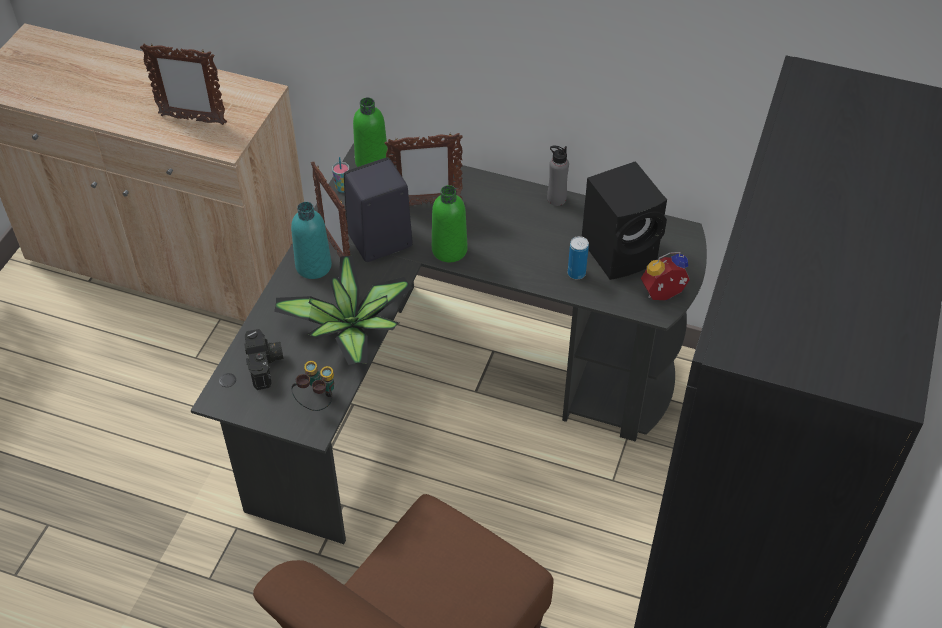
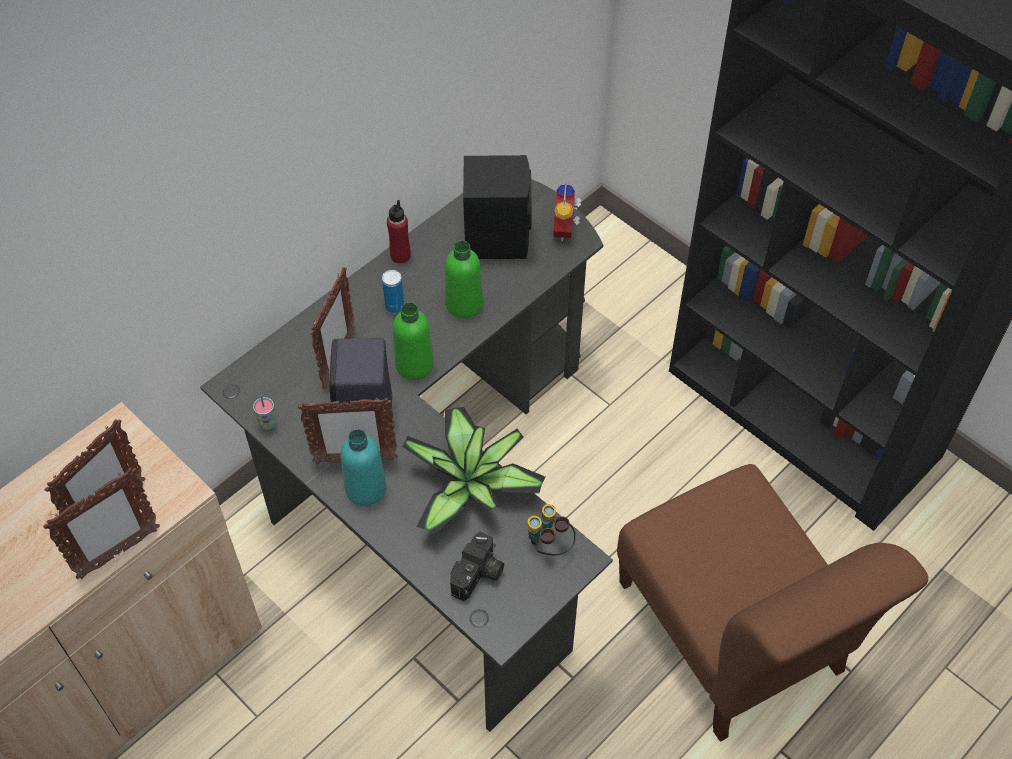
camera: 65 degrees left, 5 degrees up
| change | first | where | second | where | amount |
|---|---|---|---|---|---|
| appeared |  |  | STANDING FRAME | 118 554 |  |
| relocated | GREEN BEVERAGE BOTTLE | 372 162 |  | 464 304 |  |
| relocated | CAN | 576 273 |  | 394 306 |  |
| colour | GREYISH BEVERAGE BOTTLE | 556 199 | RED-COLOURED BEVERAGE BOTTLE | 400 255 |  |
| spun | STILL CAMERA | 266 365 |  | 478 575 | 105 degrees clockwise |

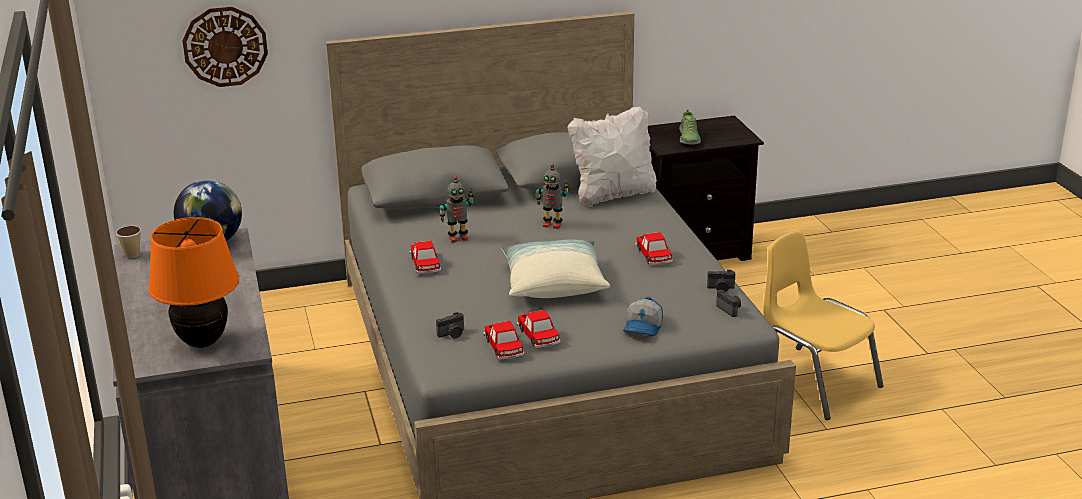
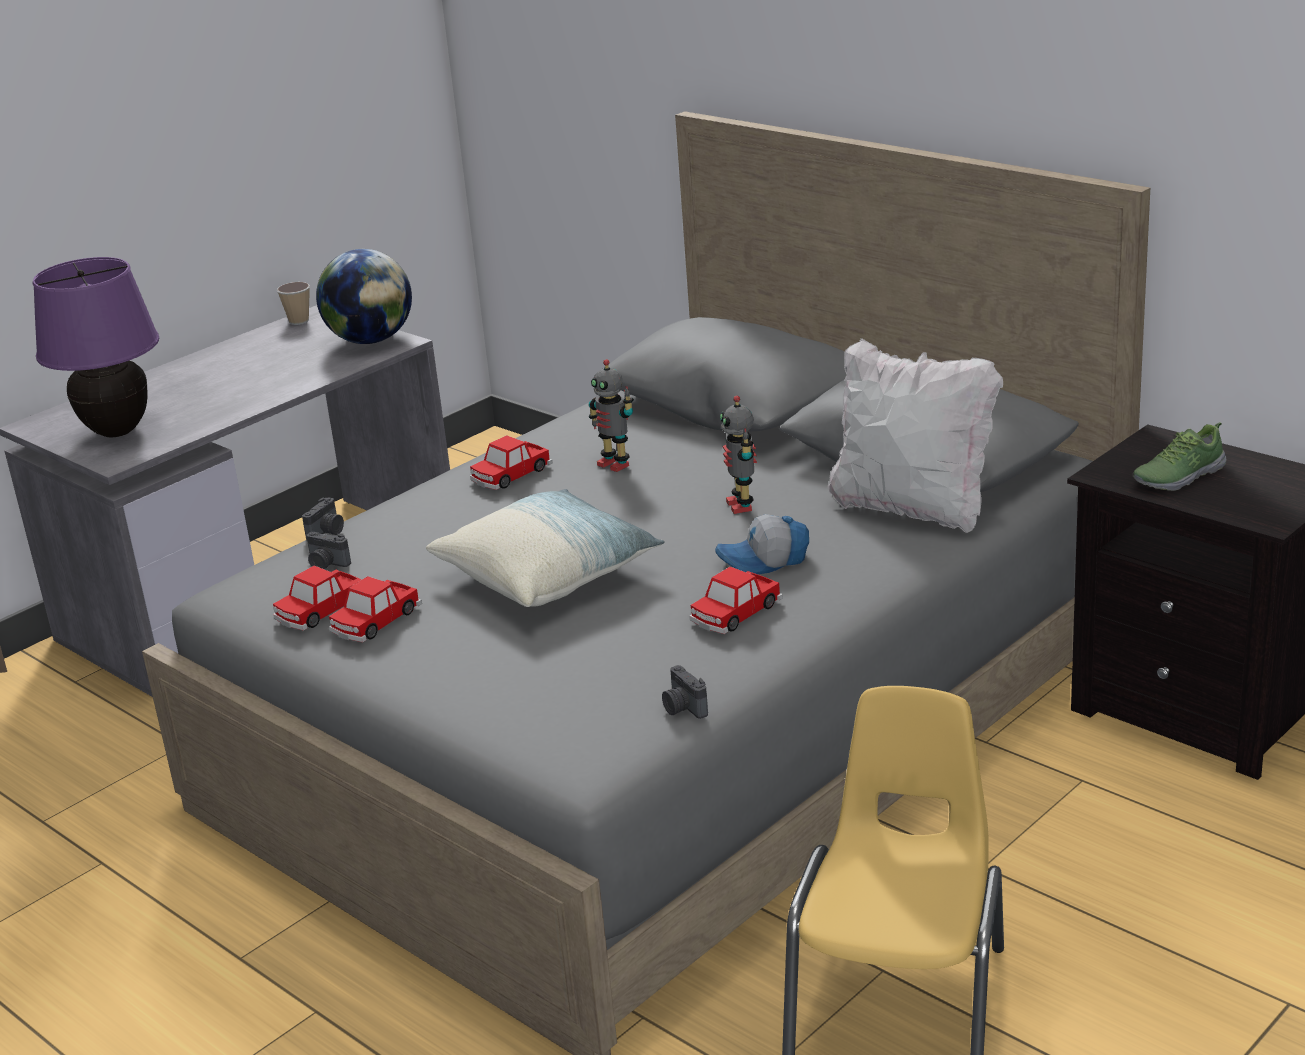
camera: 60 degrees right, 0 degrees up
| change | first | where | second | where | amount |
|---|---|---|---|---|---|
| missing | HANGING CLOCK | 225 46 |  |  |  |
| relocated | PEAKED CAP | 644 327 |  | 764 561 |  |
| relocated | STILL CAMERA | 730 309 |  | 327 532 |  |
| colour | ORANGEY TABLETOP LAMP | 203 342 | PURPLISH TABLETOP LAMP | 117 431 |  |

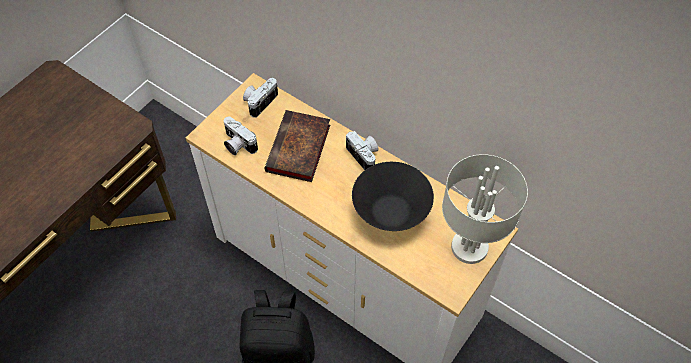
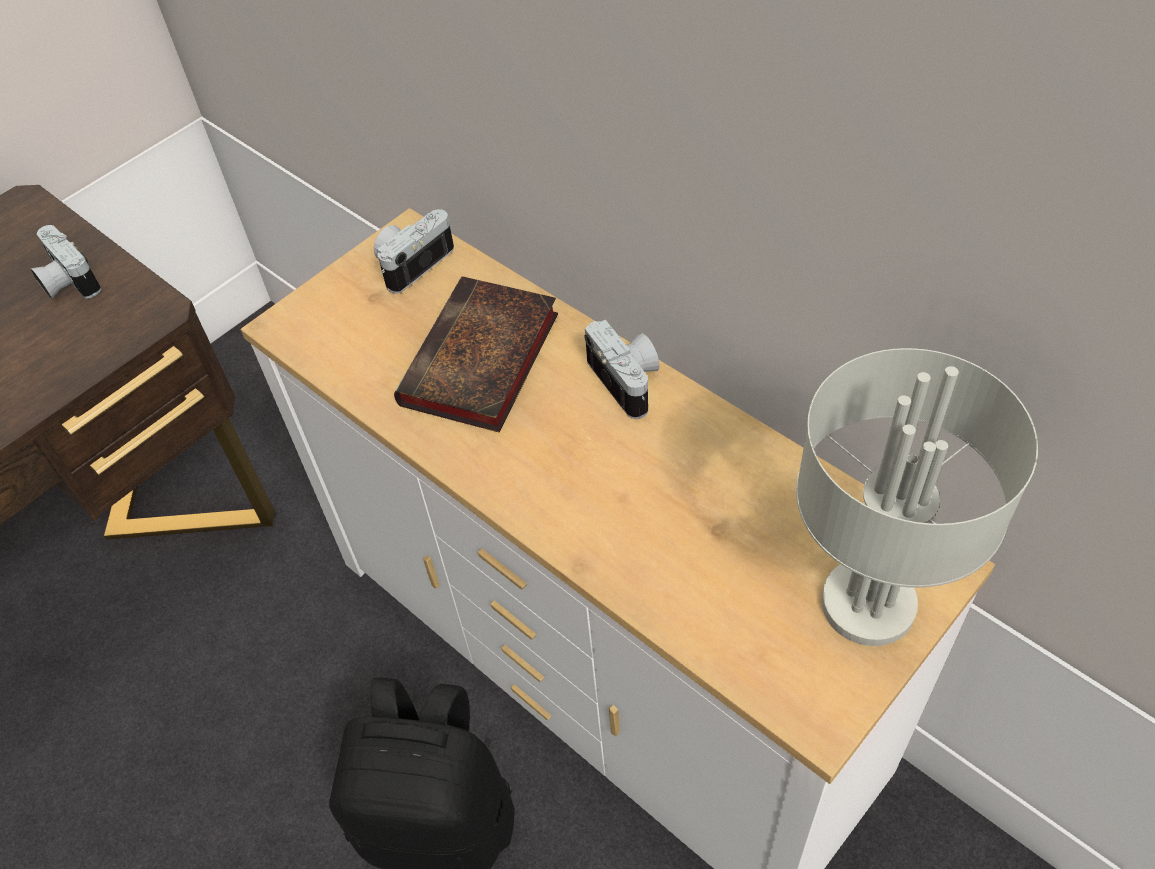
camera: 10 degrees right, 5 degrees down
| change | first | where | second | where | amount |
|---|---|---|---|---|---|
| missing | BLACK-COLOURED DEEP DISH | 390 212 |  |  |  |
| relocated | STILL CAMERA | 237 144 |  | 67 282 |  |

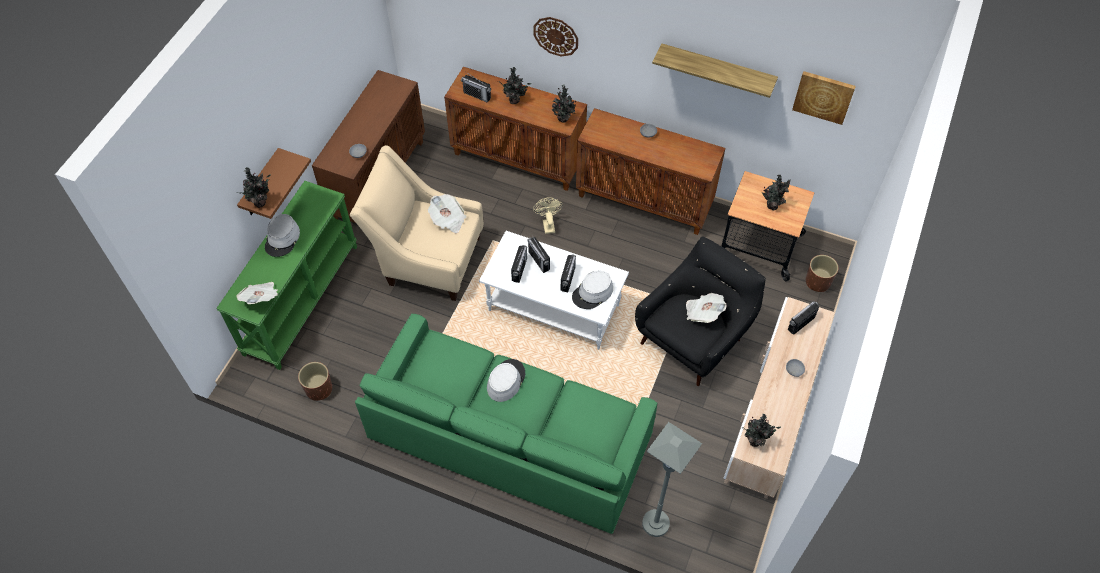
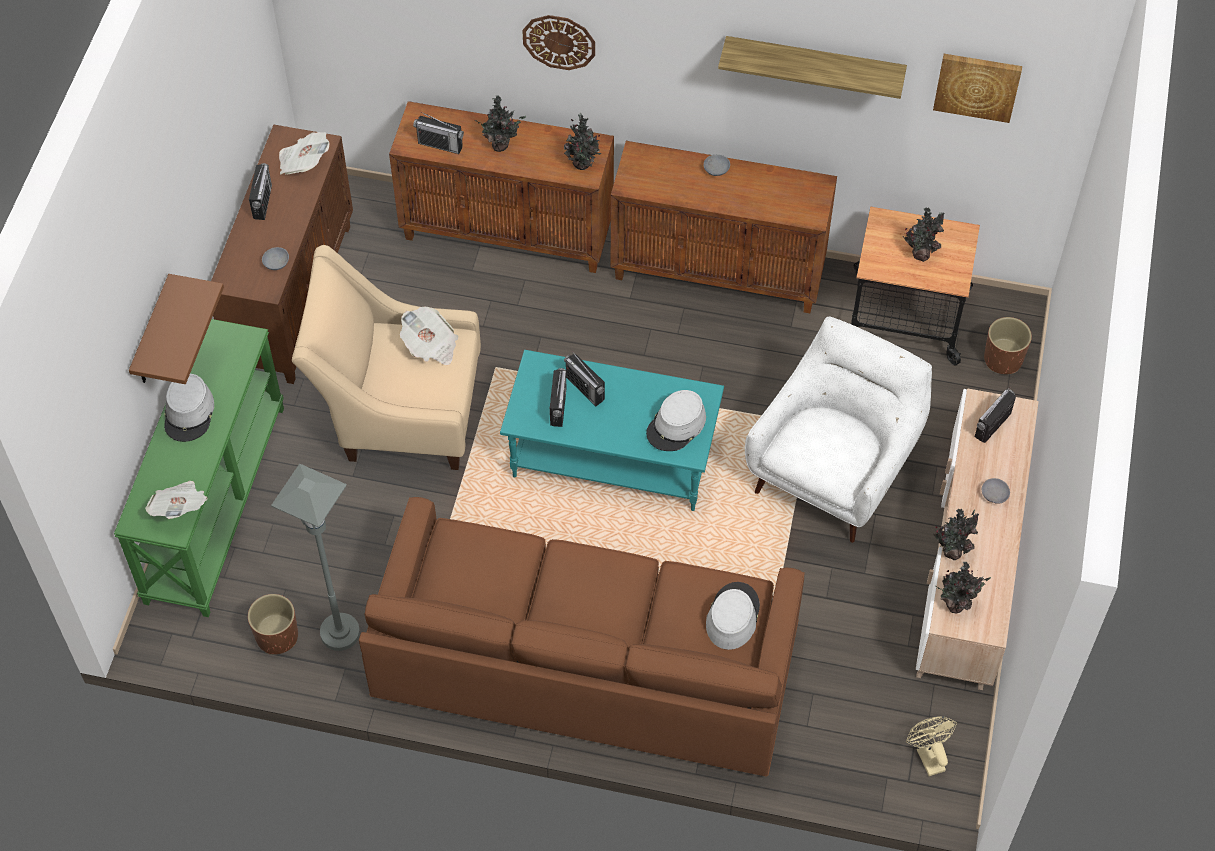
camera: 10 degrees left, 0 degrees up
| change | first | where | second | where | amount |
|---|---|---|---|---|---|
| relocated | PLANT IN A POT | 260 201 |  | 952 550 |  |
| relocated | GREYISH WEARABLE HAT | 505 380 |  | 732 616 |  |
| relocated | BEIGE-COLOURED ELECTRIC FAN | 548 224 |  | 928 756 |  |
| relocated | RADIO | 568 279 |  | 262 202 |  |
| relocated | GREYISH FLOOR LAMP | 655 524 |  | 340 633 |  |
| relocated | PRINTED PAPER | 703 313 |  | 304 163 |  |
| colour | GREEN COUCH | 509 435 | BROWNISH COUCH | 585 660 |  |
| colour | WHITE LOW TABLE | 553 308 | TURQUOISE LOW TABLE | 611 459 |  |
| colour | BLACK-COLOURED EASY CHAIR | 694 338 | WHITE EASY CHAIR | 833 472 |  |

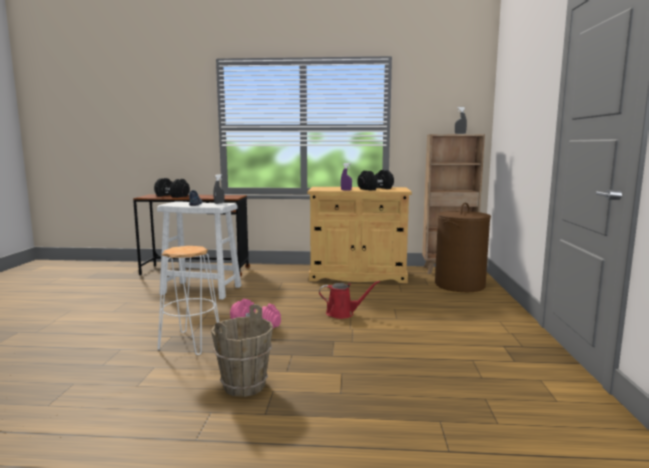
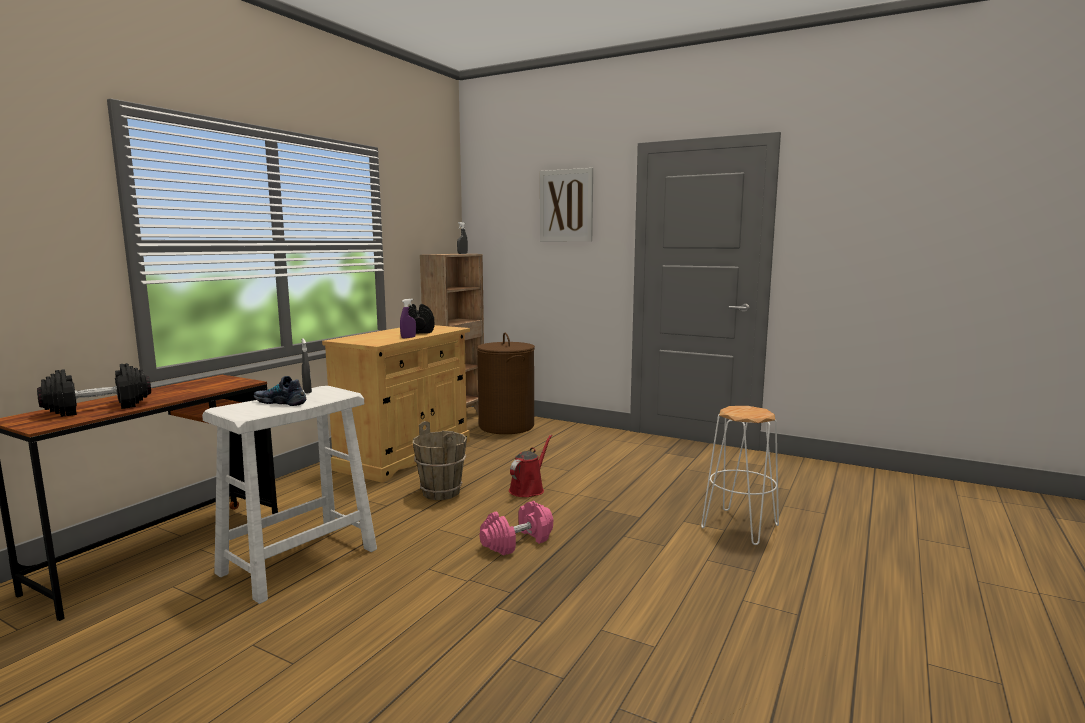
camera: 65 degrees left, 0 degrees up
| change | first | where | second | where | amount |
|---|---|---|---|---|---|
| appeared |  |  | PICTURE | 566 205 |  |
| relocated | WHITE SITTING STOOL | 191 343 |  | 740 526 |  |
| relocated | BROWNISH WATER BUCKET | 245 386 |  | 441 492 |  |

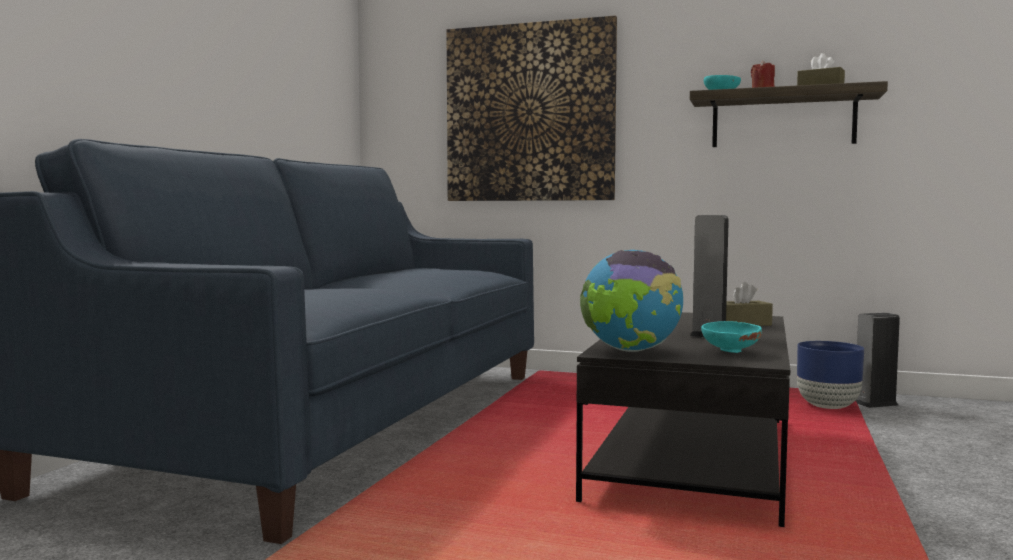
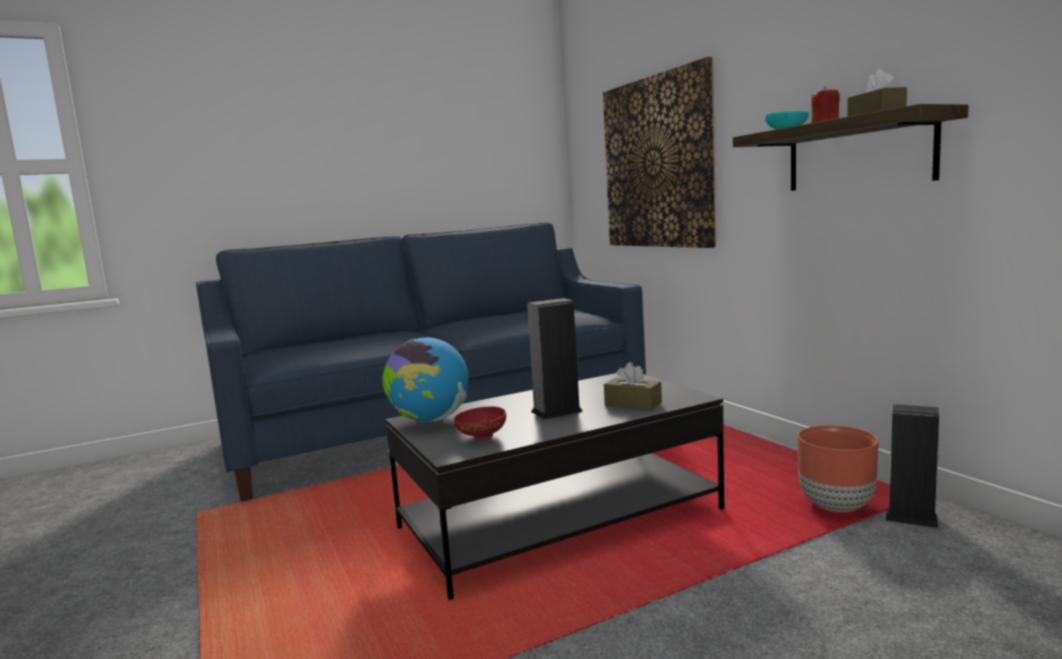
camera: 45 degrees right, 5 degrees up
| change | first | where | second | where | amount |
|---|---|---|---|---|---|
| colour | TURQUOISE DEEP DISH | 729 352 | RED-COLOURED DEEP DISH | 480 436 |  |
| colour | BLUE-COLOURED FLOWER POT | 828 407 | BROWNISH FLOWER POT | 837 506 |  |

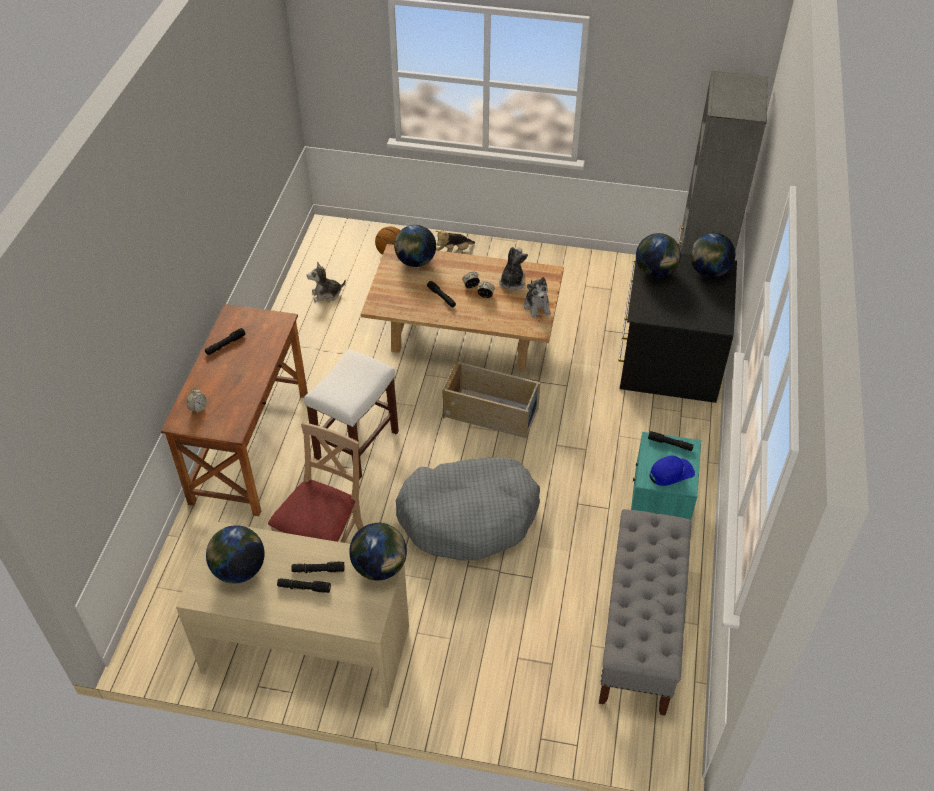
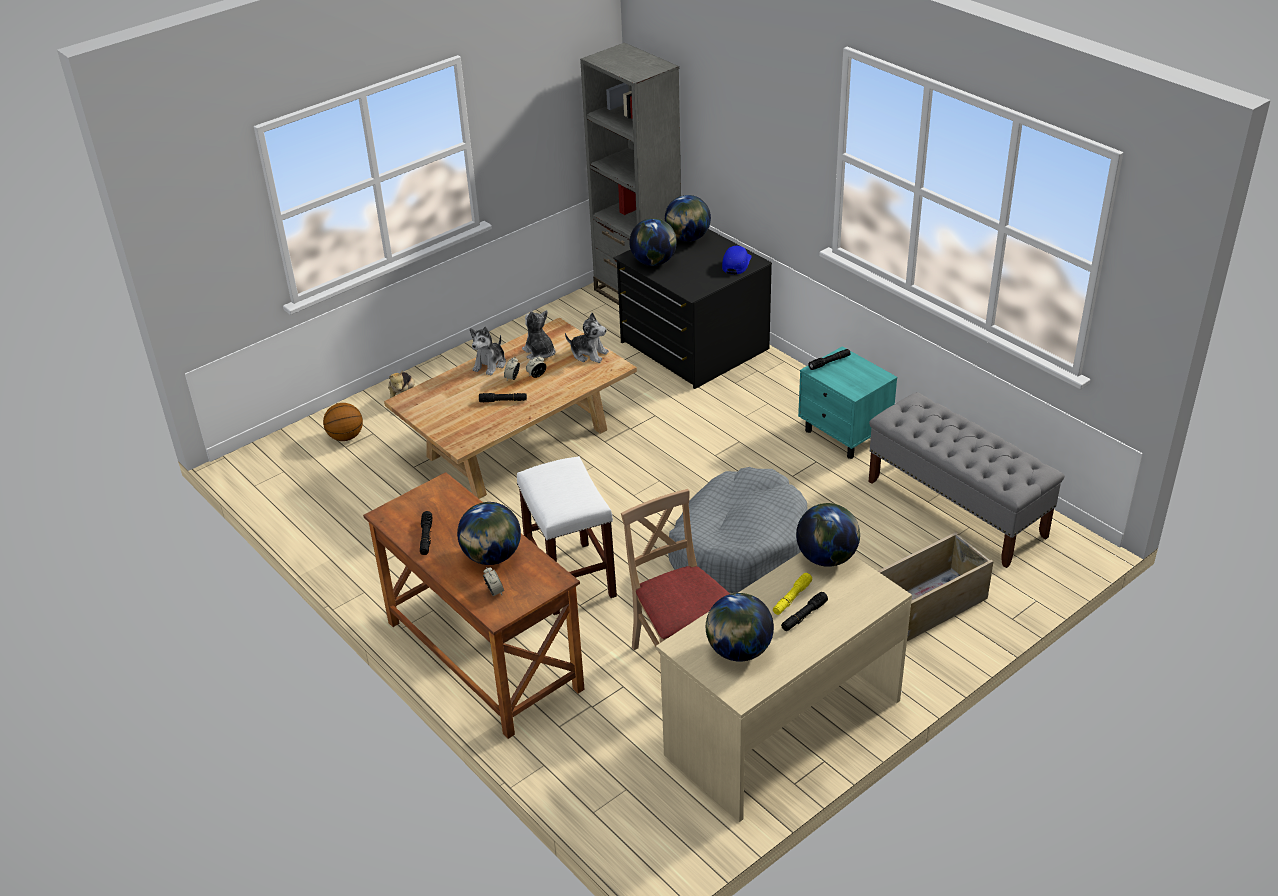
camera: 50 degrees left, 10 degrees down
| change | first | where | second | where | amount |
|---|---|---|---|---|---|
| relocated | SOFT TOY | 326 294 |  | 490 364 |  |
| relocated | DESK GLOBE | 415 261 |  | 492 557 |  |
| relocated | BEIGE-COLOURED STORAGE BOX | 491 413 |  | 927 605 |  |
| relocated | BLUE-COLOURED PEAKED CAP | 671 473 |  | 736 263 |  |
| colour | BLACK-COLOURED TORCH | 318 570 | YELLOWISH TORCH | 792 598 |  |

